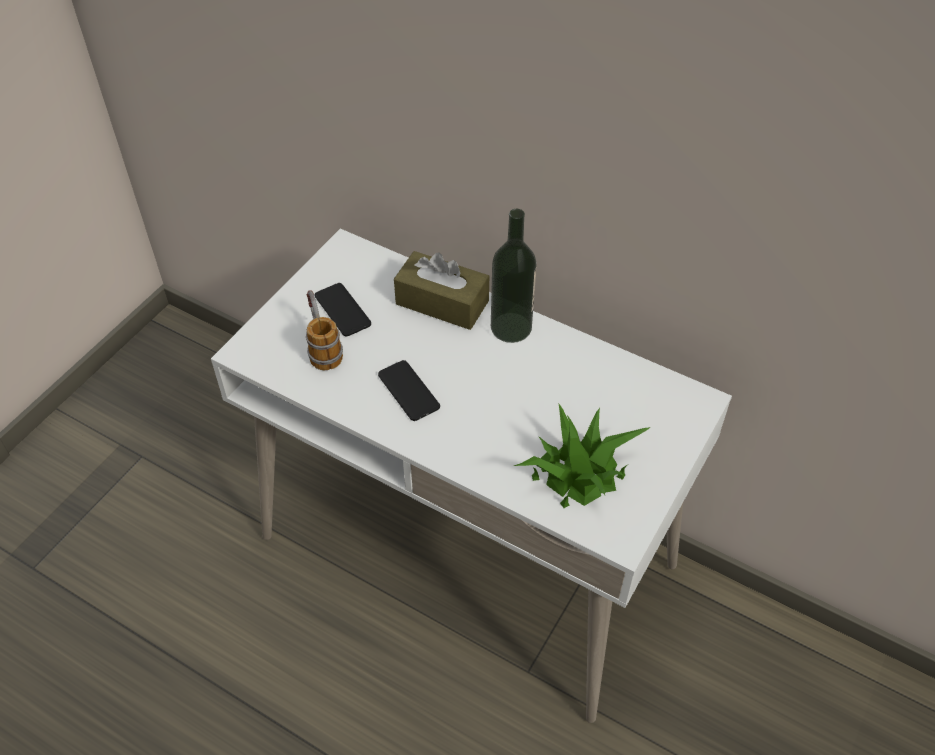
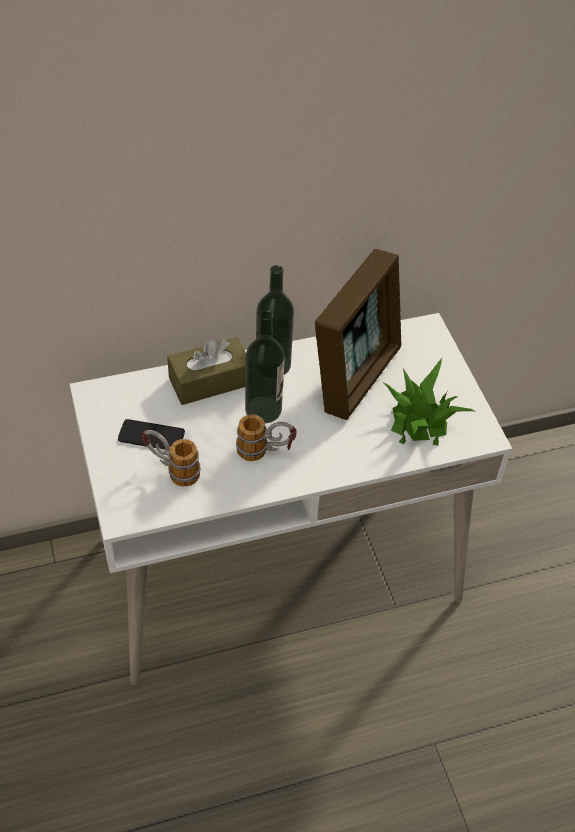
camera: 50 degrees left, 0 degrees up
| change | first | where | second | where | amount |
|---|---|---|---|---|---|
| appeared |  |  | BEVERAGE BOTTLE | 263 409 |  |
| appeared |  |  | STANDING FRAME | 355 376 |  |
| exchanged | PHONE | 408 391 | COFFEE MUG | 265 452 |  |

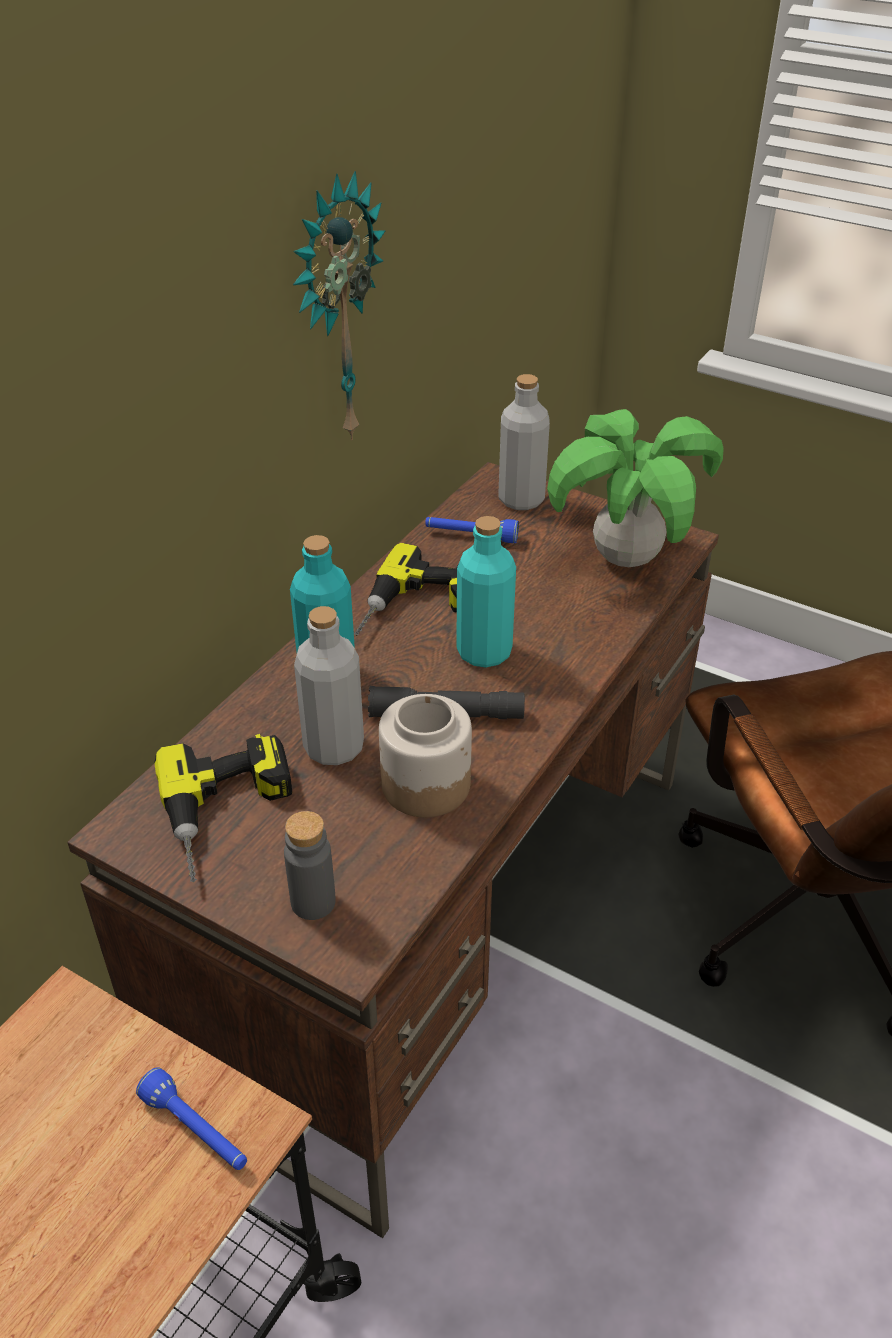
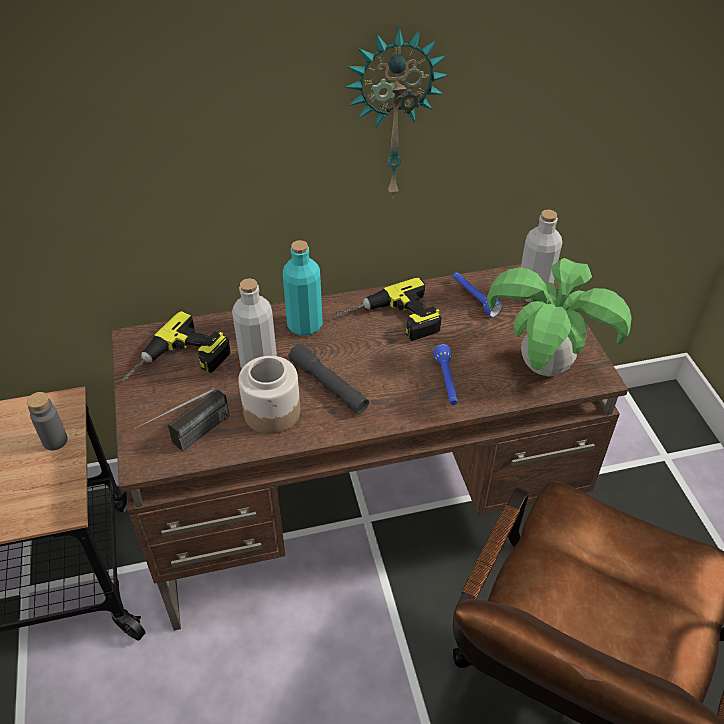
camera: 45 degrees right, 5 degrees up
| change | first | where | second | where | amount |
|---|---|---|---|---|---|
| missing | TURQUOISE BEVERAGE BOTTLE | 484 652 |  |  |  |
| appeared |  |  | RADIO | 189 440 |  |
| relocated | BLUE-COLOURED TORCH | 196 1130 |  | 446 381 |  |
| relocated | GREYISH BEVERAGE BOTTLE | 313 902 |  | 55 441 |  |

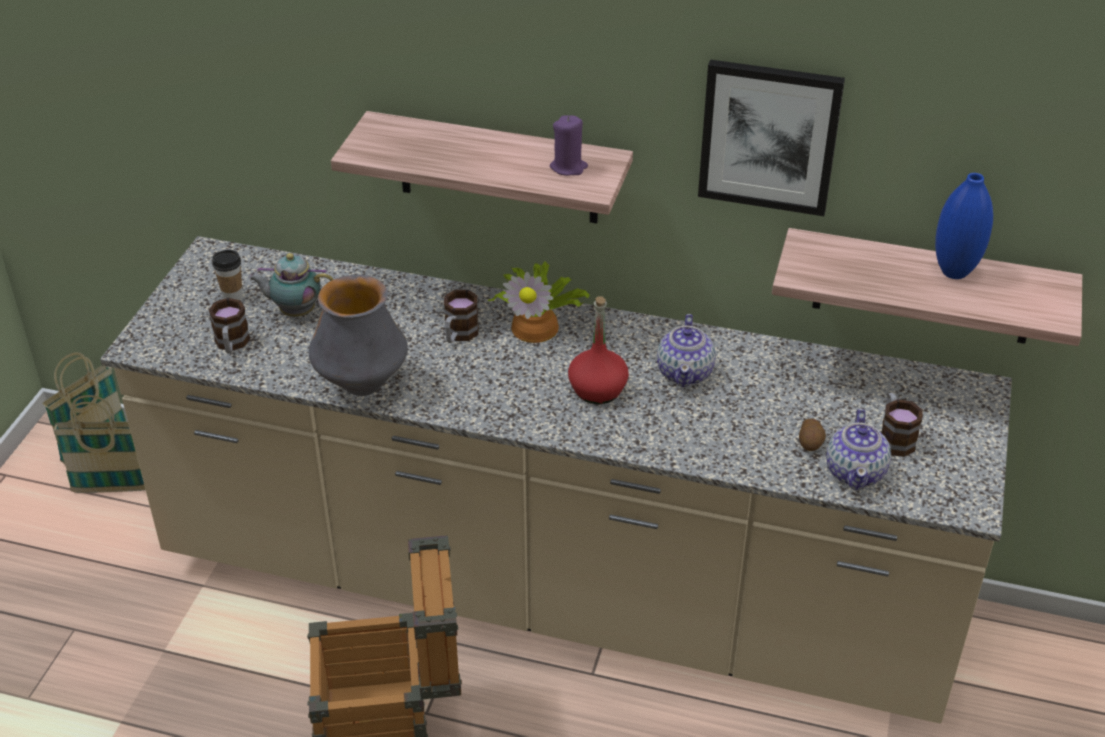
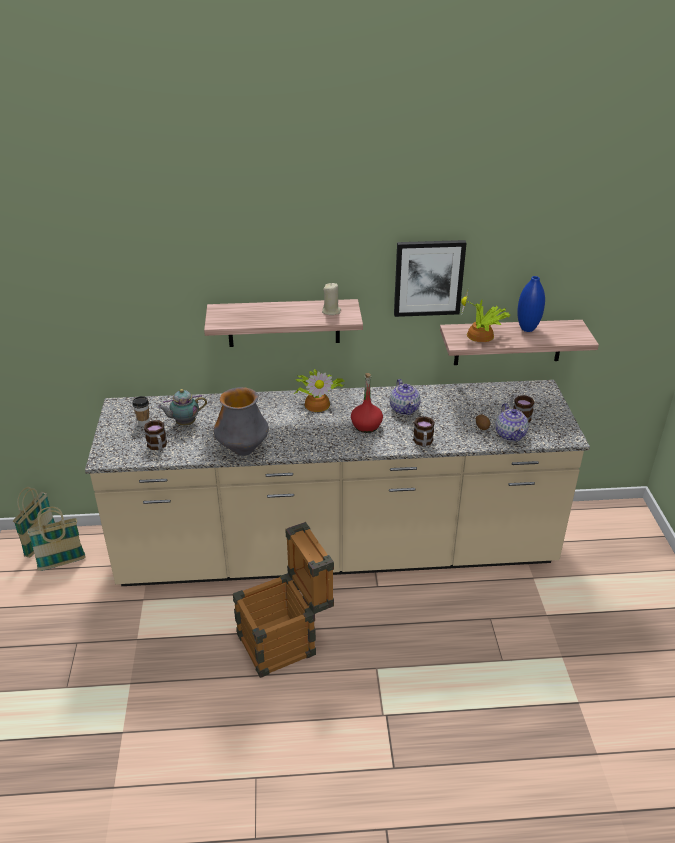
camera: 20 degrees left, 5 degrees down
| change | first | where | second | where | amount |
|---|---|---|---|---|---|
| appeared |  |  | PLANT IN A POT | 481 336 |  |
| relocated | COFFEE MUG | 459 335 |  | 423 443 |  |
| colour | PURPLISH WAX LIGHT | 568 167 | BEIGE-COLOURED WAX LIGHT | 331 311 |  |

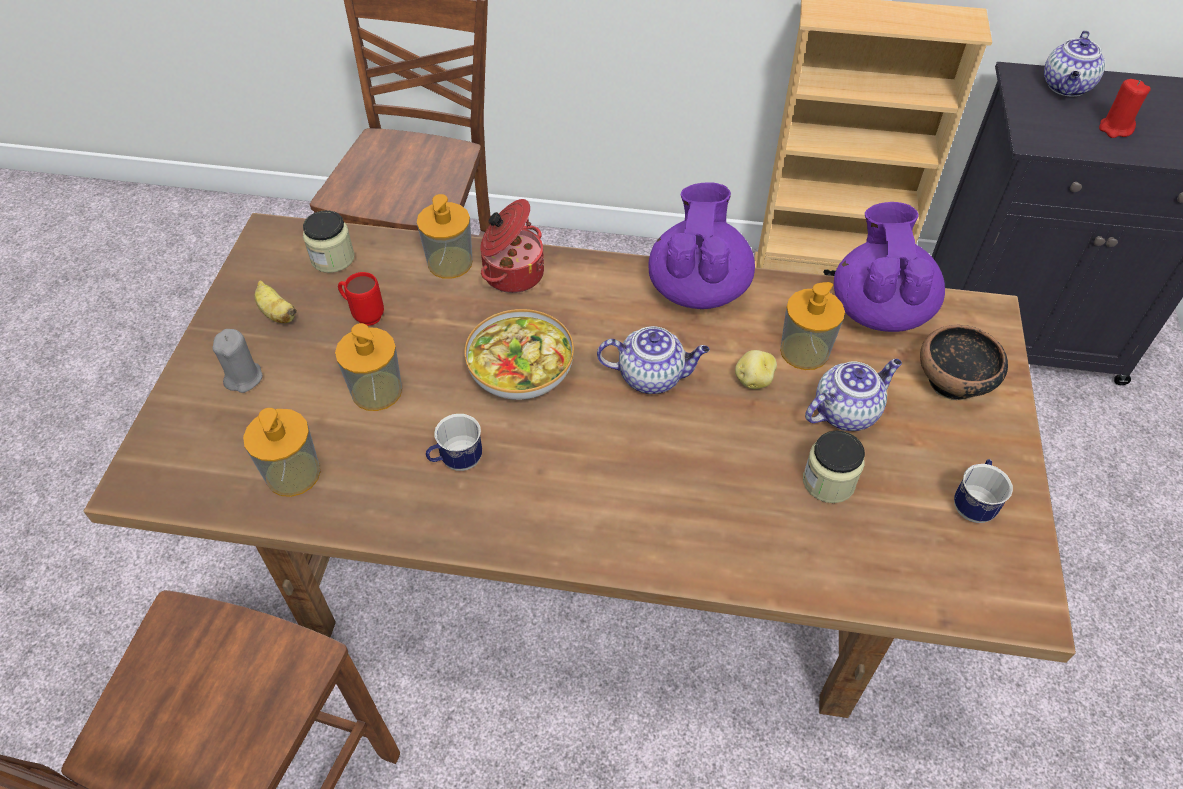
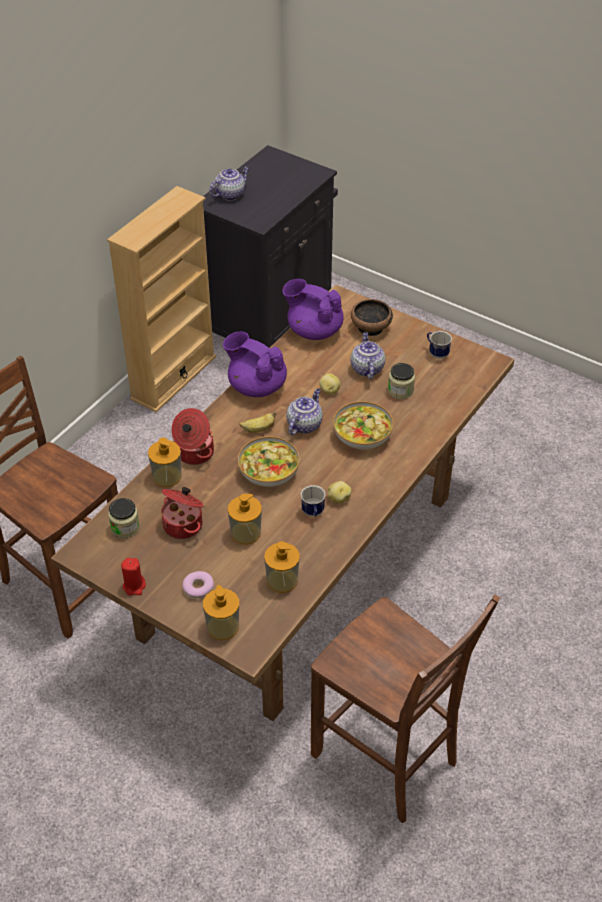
camera: 65 degrees left, 5 degrees down
| change | first | where | second | where | amount |
|---|---|---|---|---|---|
| appeared |  |  | POTATO | 338 498 |  |
| appeared |  |  | DEEP DISH | 362 435 |  |
| relocated | WHOLE BANANA | 277 313 |  | 258 429 |  |
| relocated | SOAP BOTTLE | 804 351 |  | 223 627 |  |
| relocated | RED-COLOURED WAX LIGHT | 1115 129 |  | 134 586 |  |
| exchanged | GREYISH WAX LIGHT | 244 378 | DOUGHNUT | 198 588 |  |
| exchanged | RED-COLOURED COFFEE MUG | 364 315 | STOCKPOT | 184 524 |  |
| spun | POT FOR TEA | 1066 87 |  | 230 194 | 90 degrees counterclockwise |

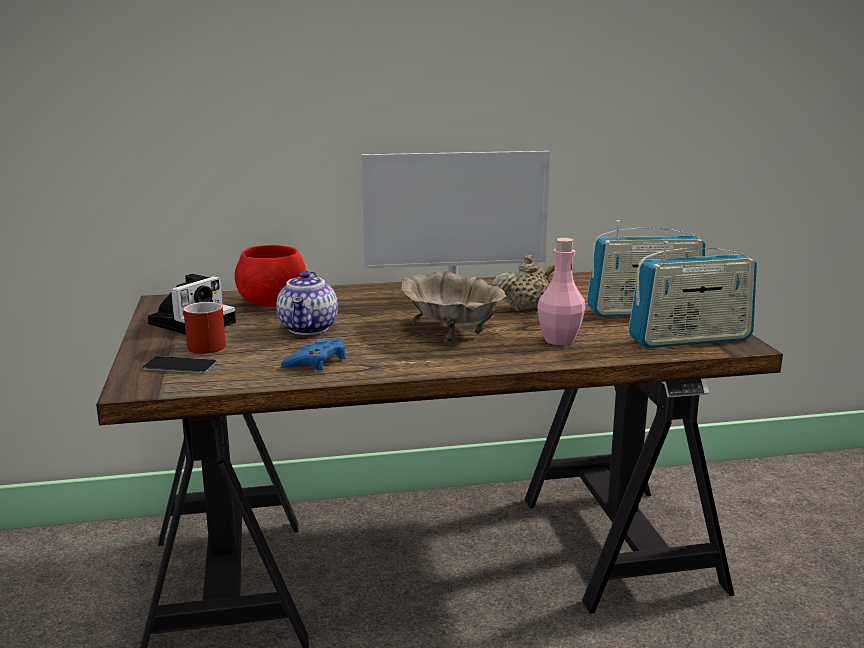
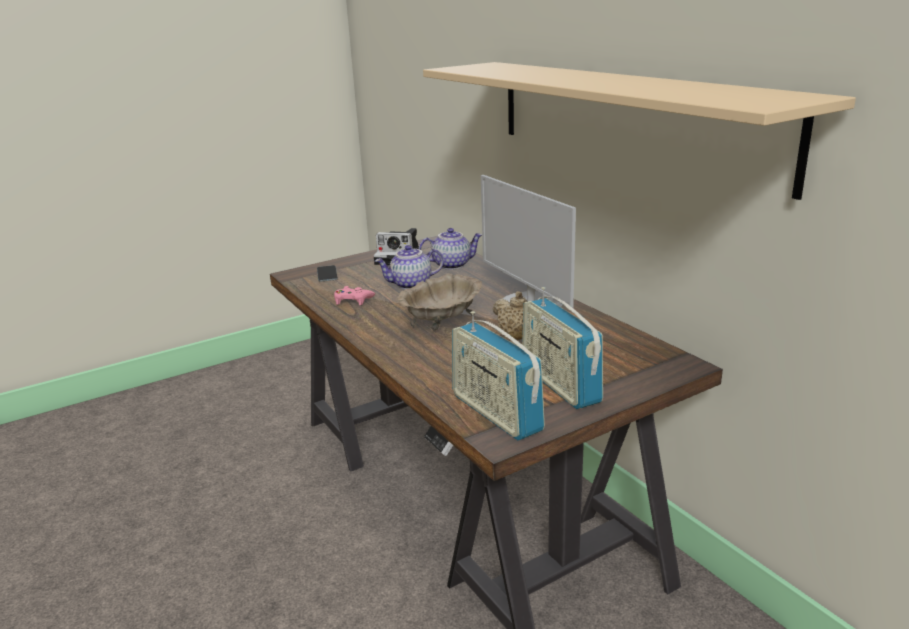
camera: 70 degrees right, 5 degrees up
| change | first | where | second | where | amount |
|---|---|---|---|---|---|
| missing | RED-COLOURED COFFEE MUG | 208 344 |  |  |  |
| missing | PINKISH BEVERAGE BOTTLE | 559 340 |  |  |  |
| appeared |  |  | BEIGE-COLOURED WALL SHELF | 627 118 |  |
| exchanged | RED-COLOURED DEEP DISH | 271 303 | POT FOR TEA | 451 264 |  |
| colour | BLUE-COLOURED GAMEPAD | 316 362 | PINKISH GAMEPAD | 353 300 |  |

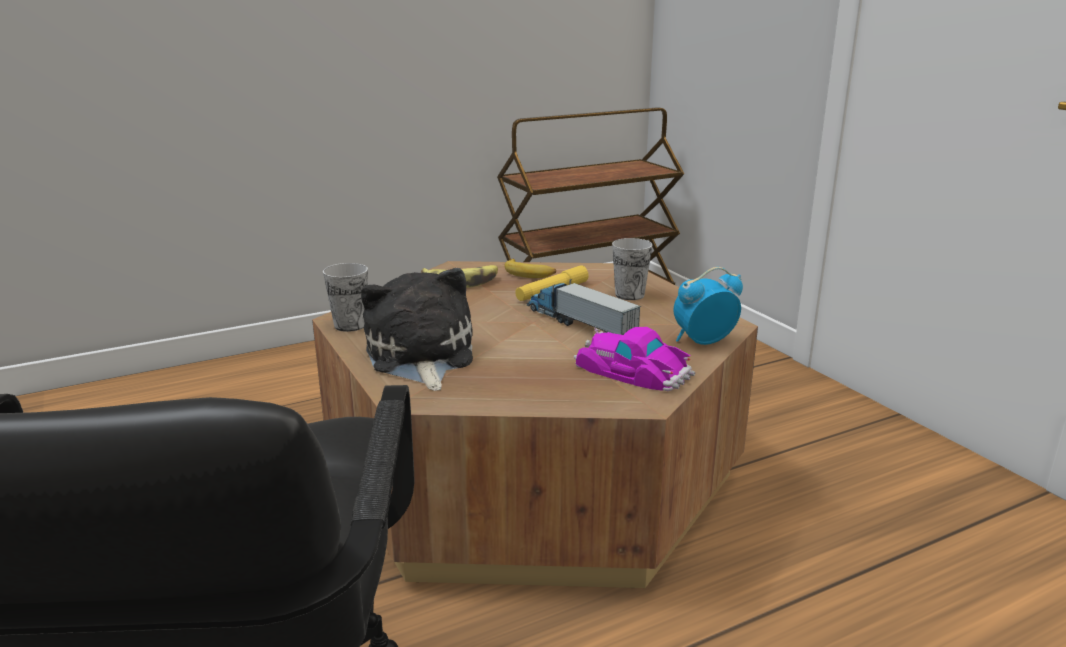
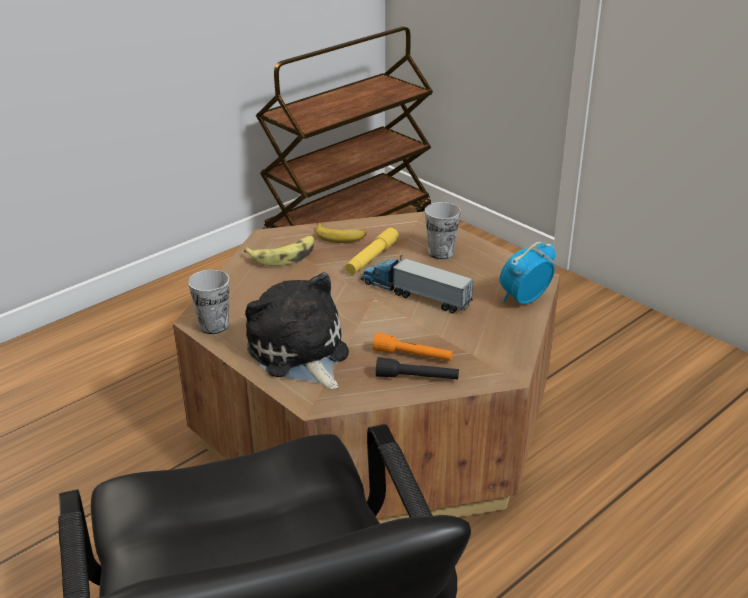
camera: 15 degrees left, 10 degrees up
| change | first | where | second | where | amount |
|---|---|---|---|---|---|
| missing | MODEL CAR | 632 370 |  |  |  |
| appeared |  |  | ORANGEY TORCH | 413 356 |  |
| appeared |  |  | BLACK-COLOURED TORCH | 417 378 |  |

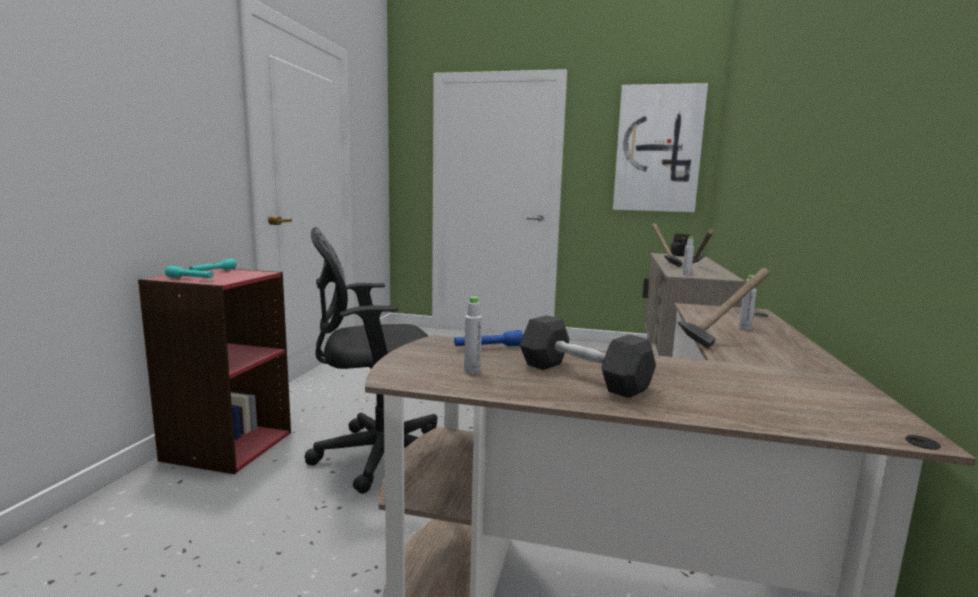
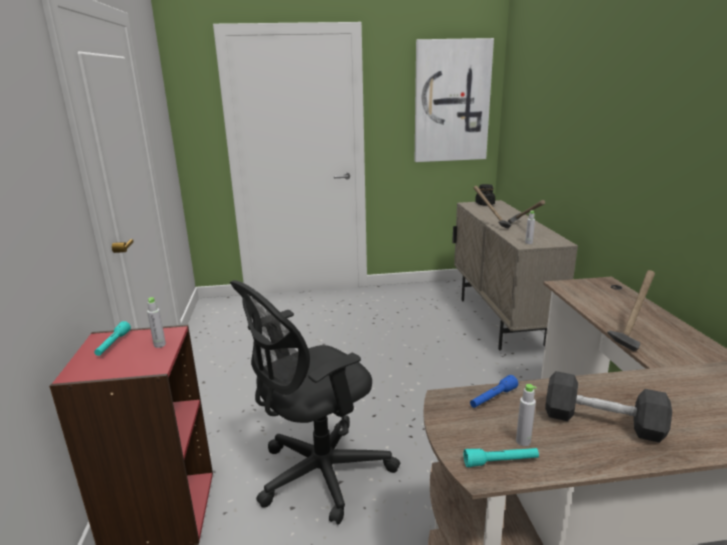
camera: 20 degrees left, 10 degrees up
| change | first | where | second | where | amount |
|---|---|---|---|---|---|
| relocated | TURQUOISE TORCH | 190 279 |  | 500 462 |  |
| relocated | GREYISH BEVERAGE BOTTLE | 744 329 |  | 159 345 |  |

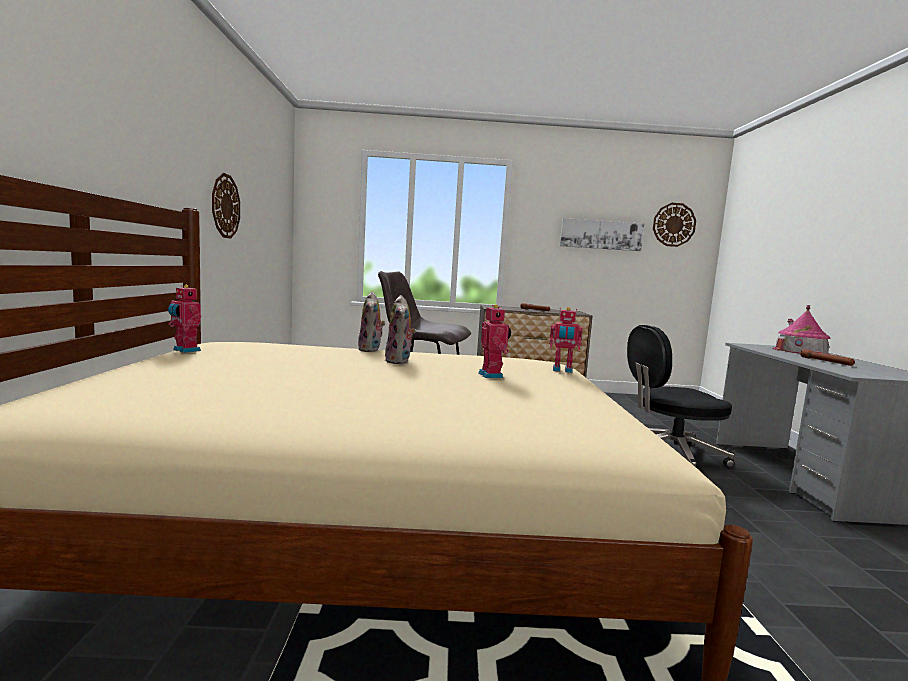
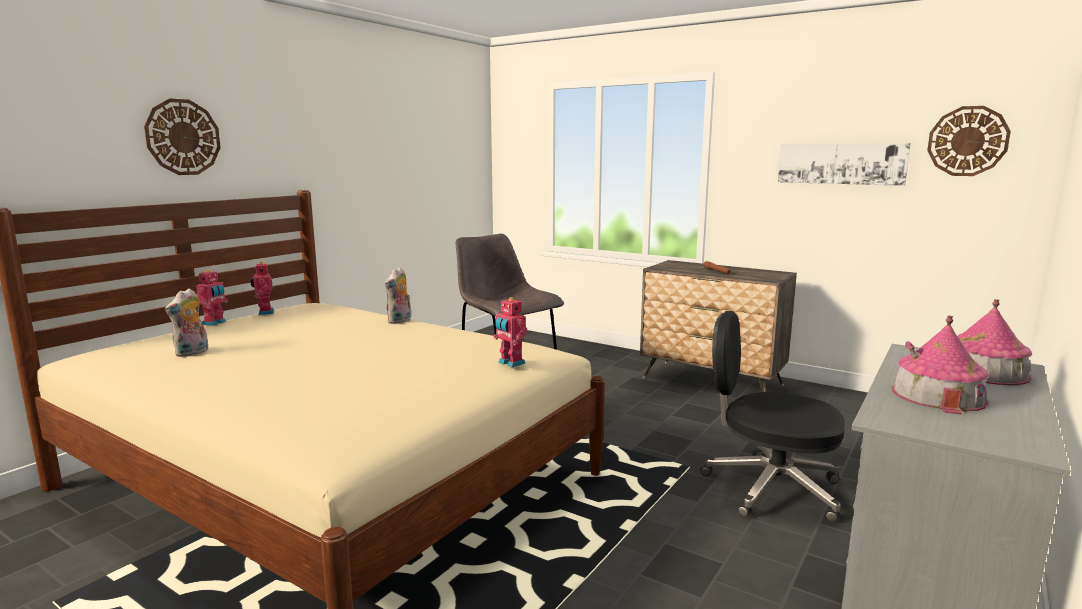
camera: 35 degrees right, 5 degrees up
| change | first | where | second | where | amount |
|---|---|---|---|---|---|
| relocated | HANGING CLOCK | 225 206 |  | 183 137 |  |
| relocated | SOFT TOY | 399 361 |  | 192 353 |  |
| relocated | MODEL ROBOT | 492 375 |  | 215 323 |  |
| exchanged | BROWNISH TORCH | 826 361 | TOY HOUSE | 938 395 |  |

